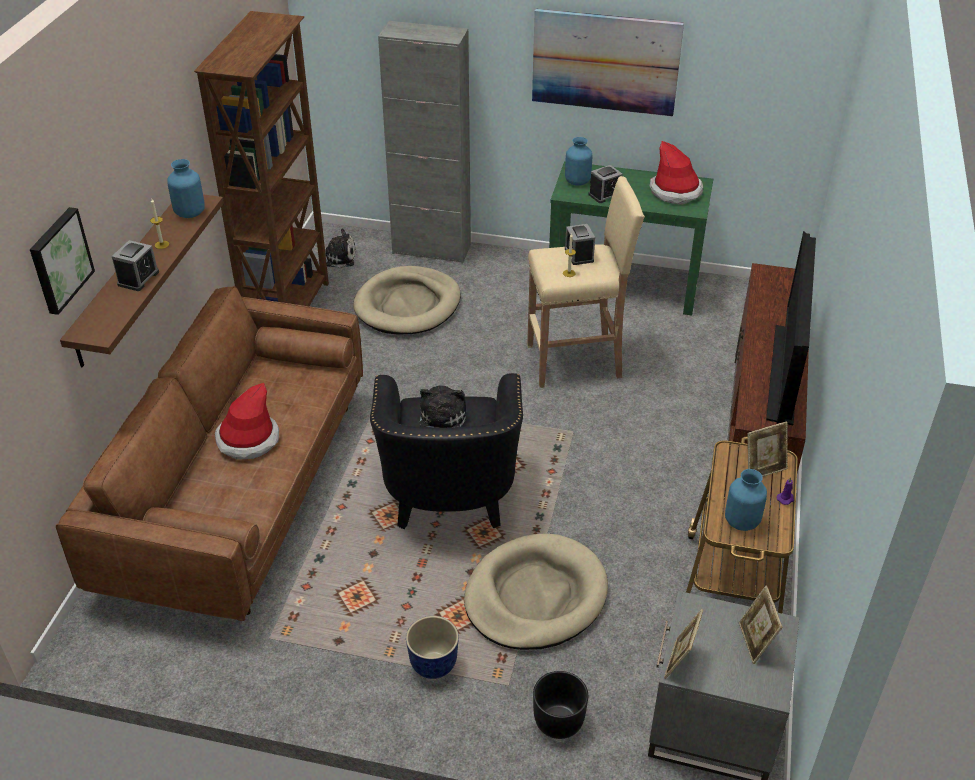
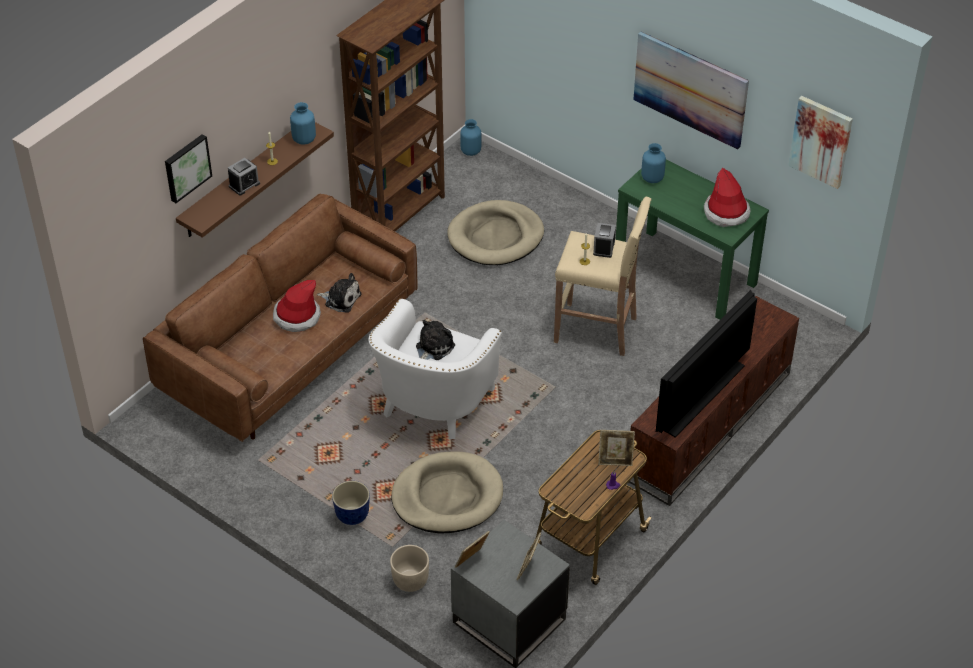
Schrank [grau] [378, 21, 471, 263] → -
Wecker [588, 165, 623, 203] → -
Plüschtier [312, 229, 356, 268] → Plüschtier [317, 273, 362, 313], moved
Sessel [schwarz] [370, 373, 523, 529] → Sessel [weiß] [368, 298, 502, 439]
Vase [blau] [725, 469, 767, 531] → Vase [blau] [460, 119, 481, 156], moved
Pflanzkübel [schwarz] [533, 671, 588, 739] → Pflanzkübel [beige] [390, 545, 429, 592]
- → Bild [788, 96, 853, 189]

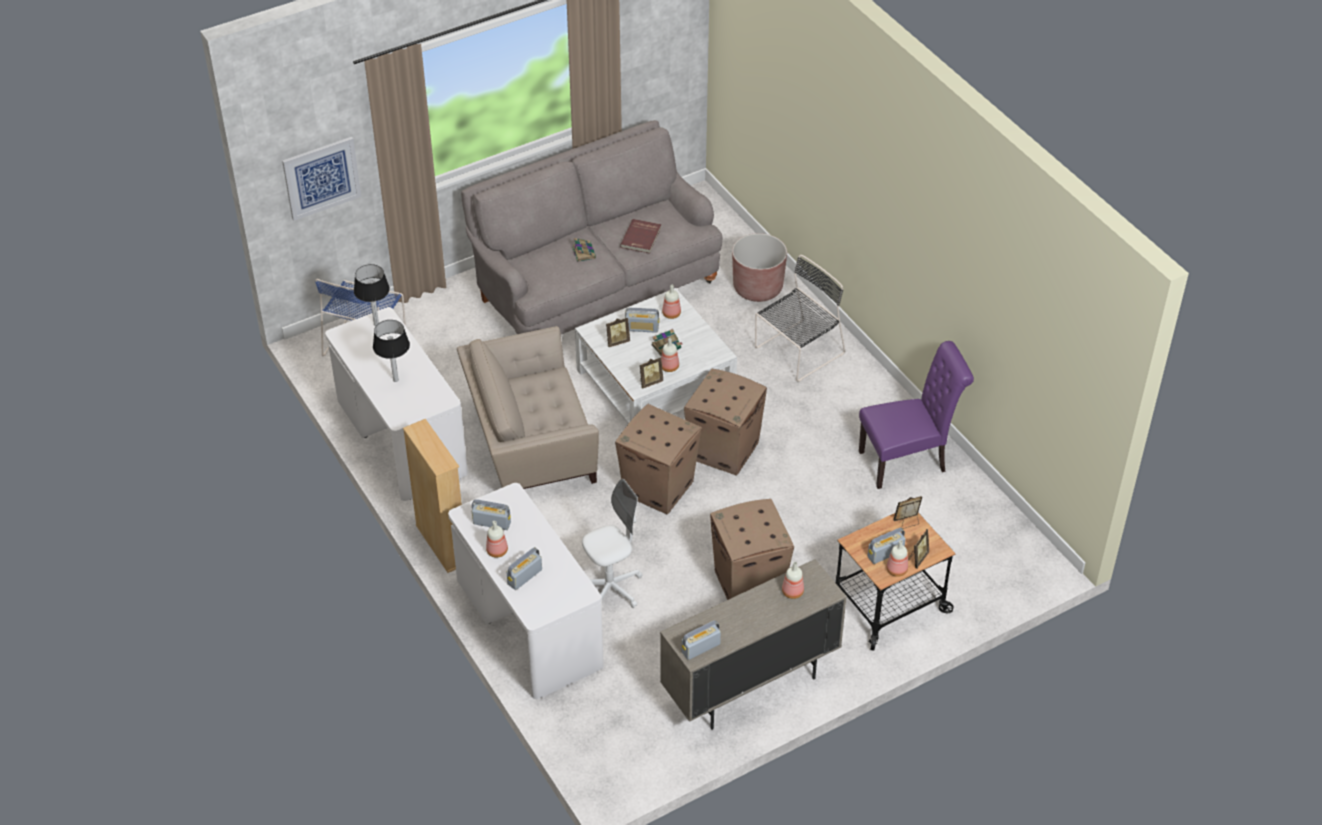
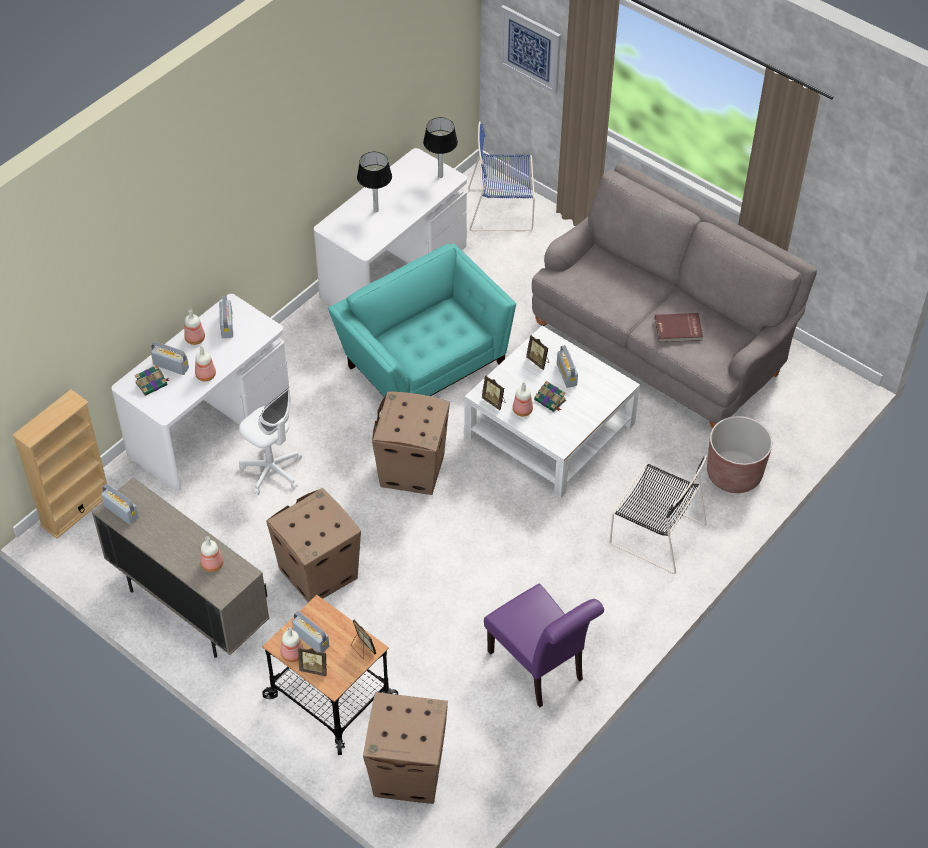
Buch [572, 238, 596, 262] → Buch [134, 365, 169, 396], moved
Flasche [662, 285, 681, 319] → Flasche [195, 346, 216, 381], moved
Sessel [beige] [457, 326, 599, 489] → Sessel [türkis] [328, 244, 516, 396]
Karton [684, 369, 767, 476] → Karton [363, 692, 448, 804], moved
Bücherregal [beige] [403, 419, 462, 573] → Bücherregal [beige] [12, 389, 107, 539], moved

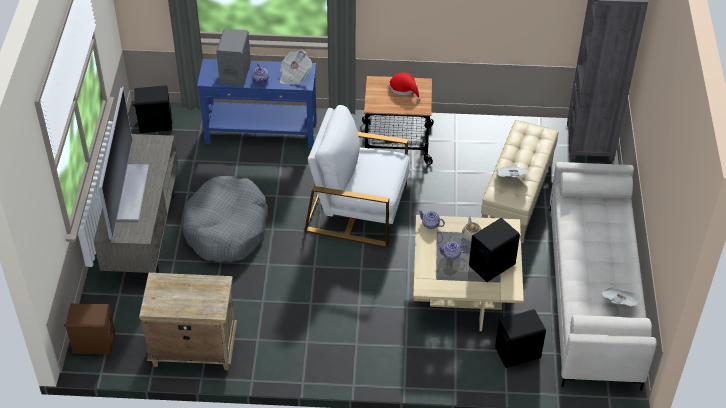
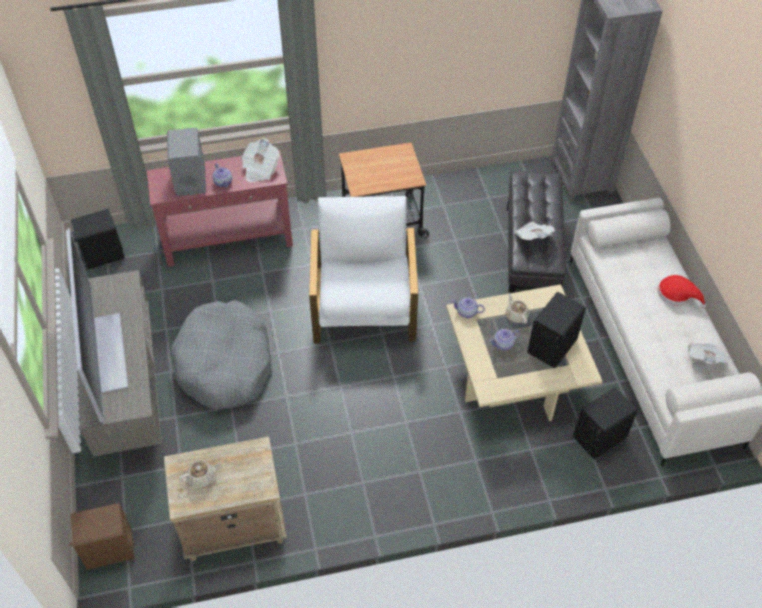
Konsolentisch [blau] [197, 59, 317, 148] → Konsolentisch [rot] [147, 150, 293, 267]
Hut [rot] [389, 73, 421, 101] → Hut [rot] [658, 275, 706, 309], moved
Sessel [weiß] [304, 105, 410, 248] → Sessel [weiß] [309, 196, 418, 343], 90 degrees clockwise
Polsterhocker [beige] [481, 120, 559, 244] → Polsterhocker [schwarz] [507, 171, 566, 293]
- → Teekanne [beige] [179, 460, 222, 488]

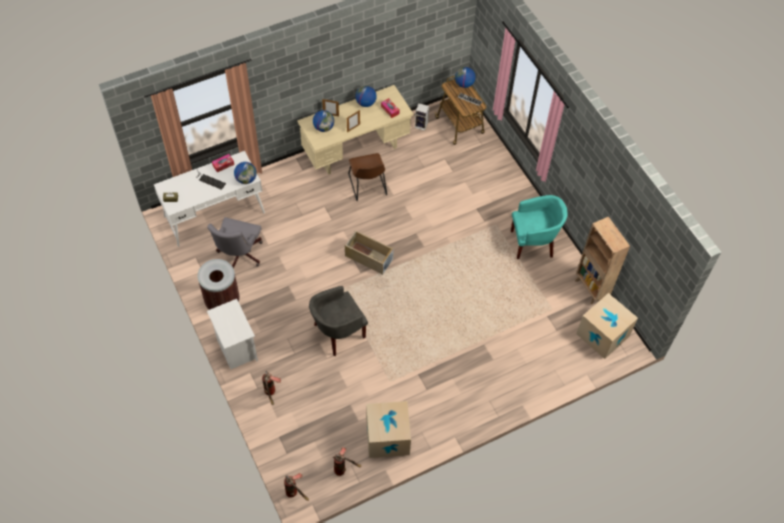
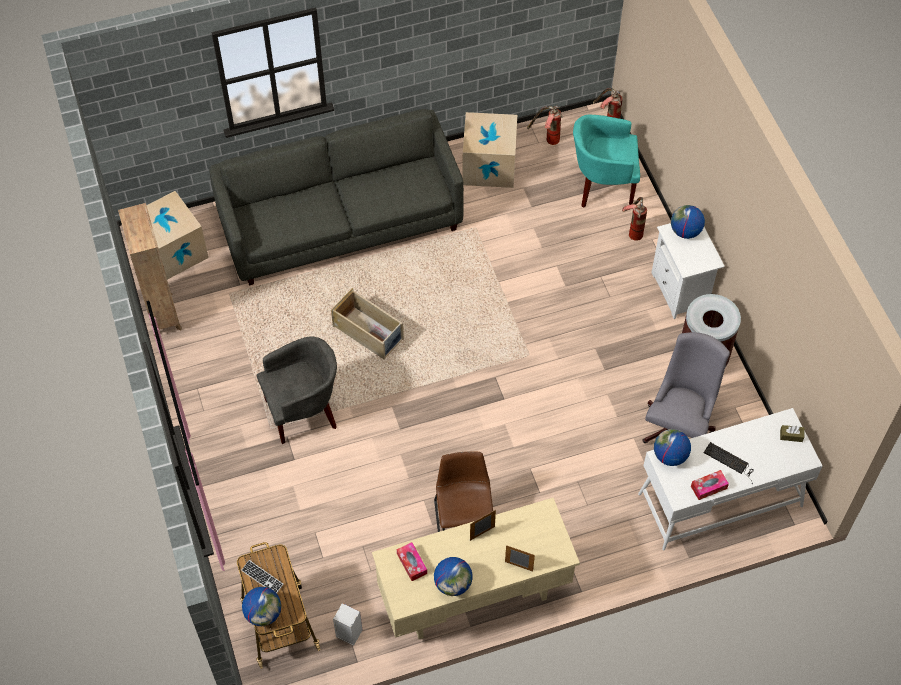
Globus [313, 110, 334, 132] → Globus [671, 205, 705, 239], moved
Sessel [türkis] [511, 195, 567, 259] → Sessel [türkis] [573, 115, 640, 208], moved
Aufbewahrungsbox [beige] [345, 230, 394, 275] → Aufbewahrungsbox [beige] [331, 288, 404, 360], moved
Sessel [grau] [309, 286, 368, 356] → Sessel [grau] [257, 336, 337, 444], moved
- → Sofa [grau] [209, 109, 464, 286]

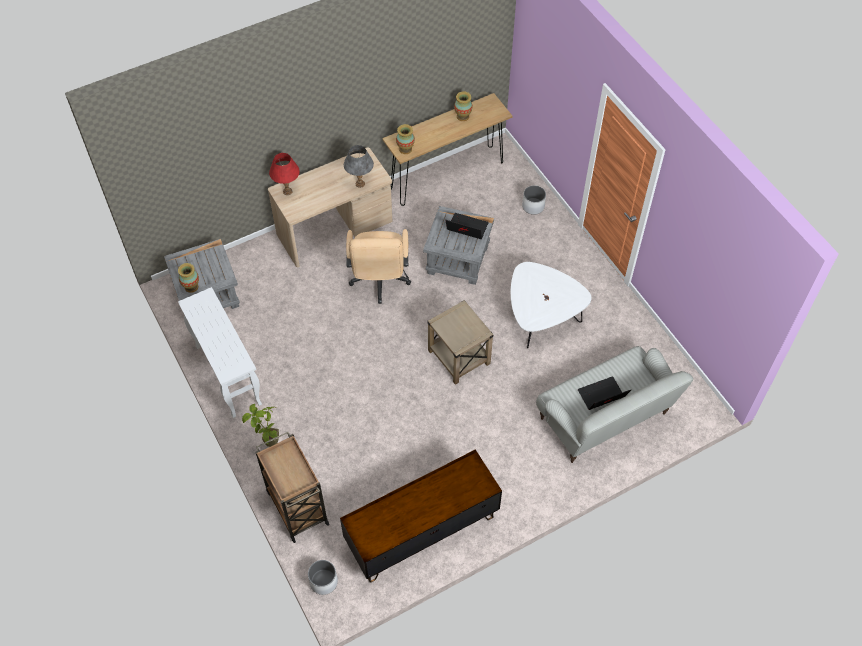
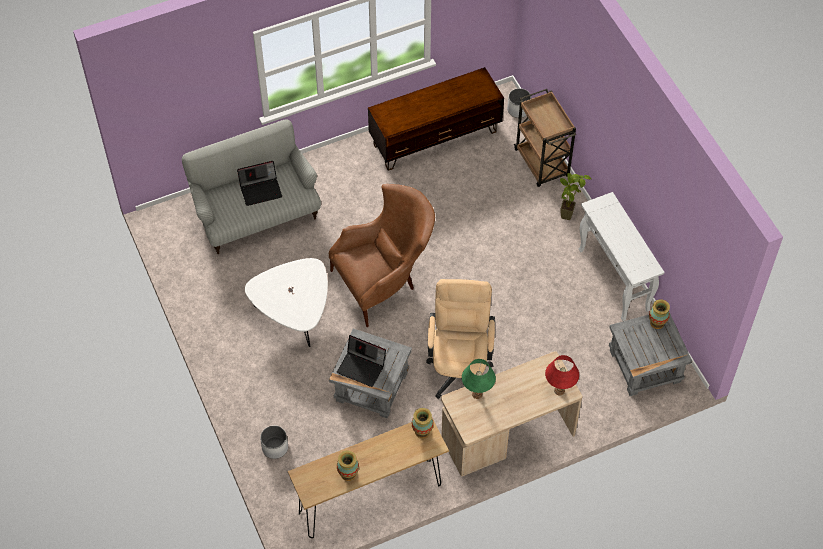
Tischlampe [grau] [344, 145, 374, 188] → Tischlampe [grün] [462, 359, 496, 399]
Beistelltisch [beige] [428, 300, 493, 385] → Sessel [braun] [329, 184, 435, 327]

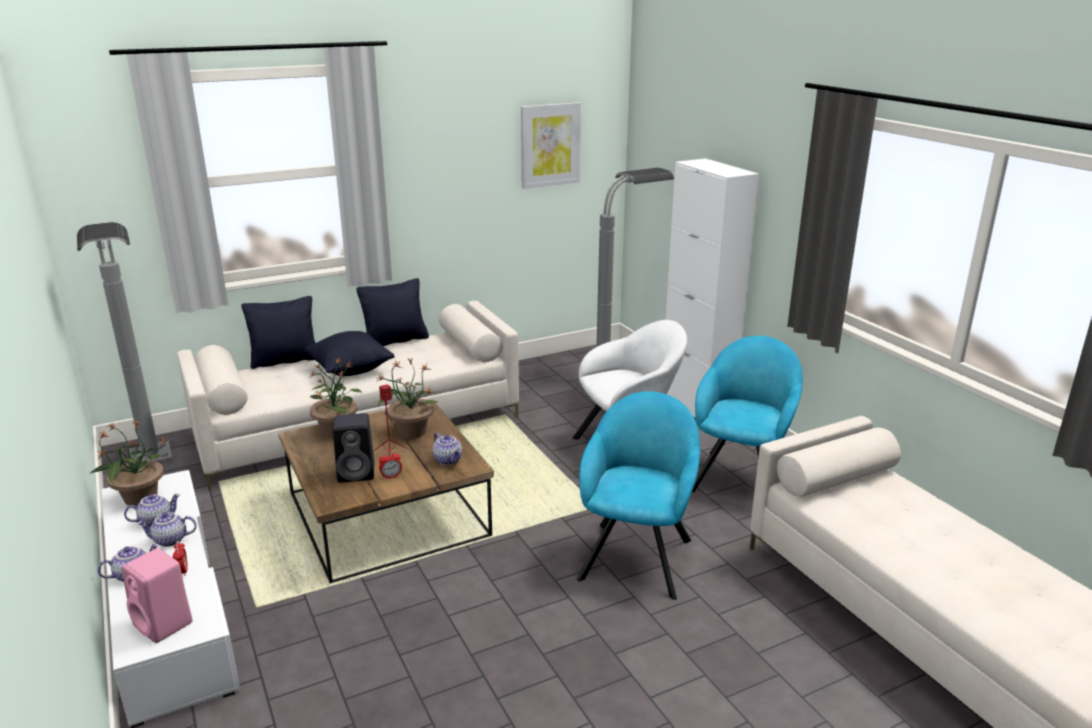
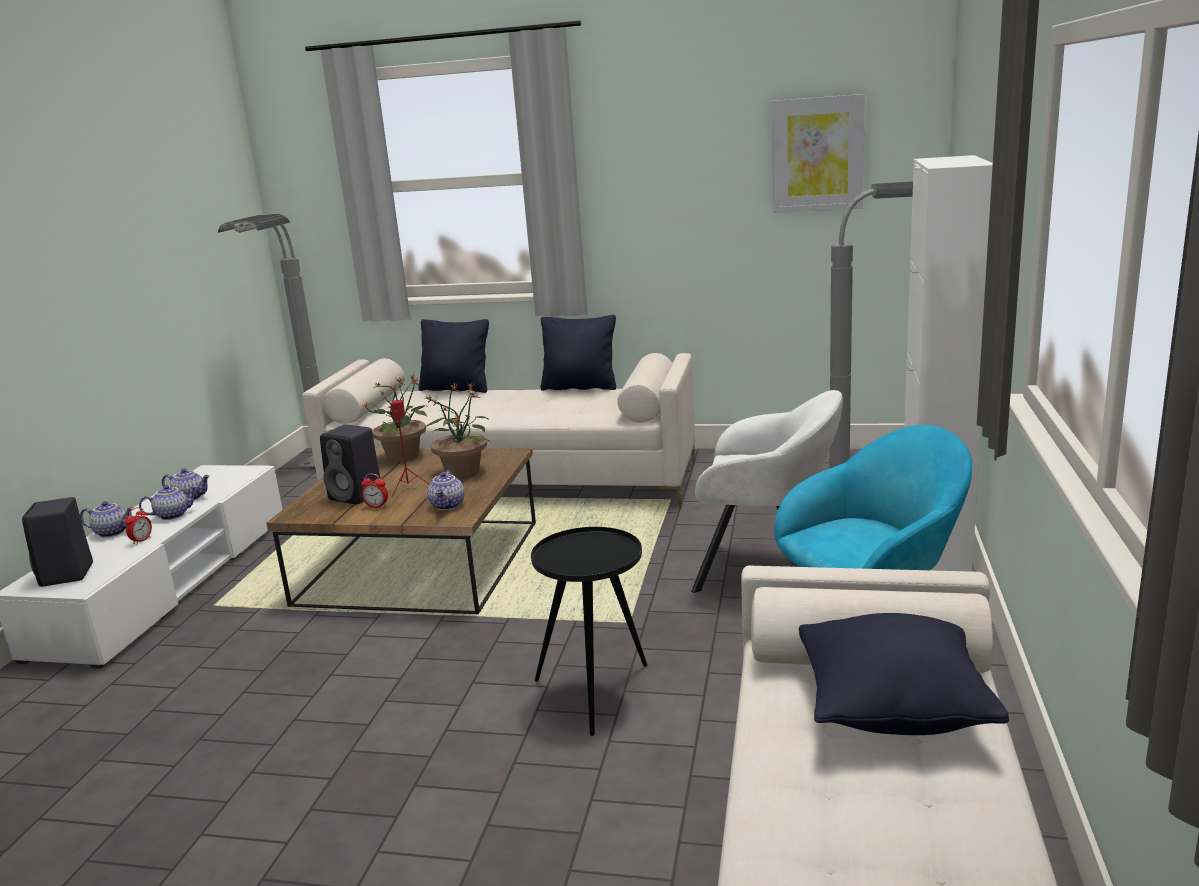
Kissen [schwarz] [305, 331, 395, 376] → Kissen [schwarz] [799, 613, 1009, 735], moved
Sessel [türkis] [577, 391, 700, 600] → Beistelltisch [schwarz] [531, 527, 647, 736]
Topfpflanze [90, 420, 167, 506] → -
Teekanne [137, 512, 197, 547] → Teekanne [139, 485, 197, 520], 120 degrees clockwise
Lautsprecher [rosa] [122, 548, 193, 643] → Lautsprecher [schwarz] [22, 497, 93, 587]

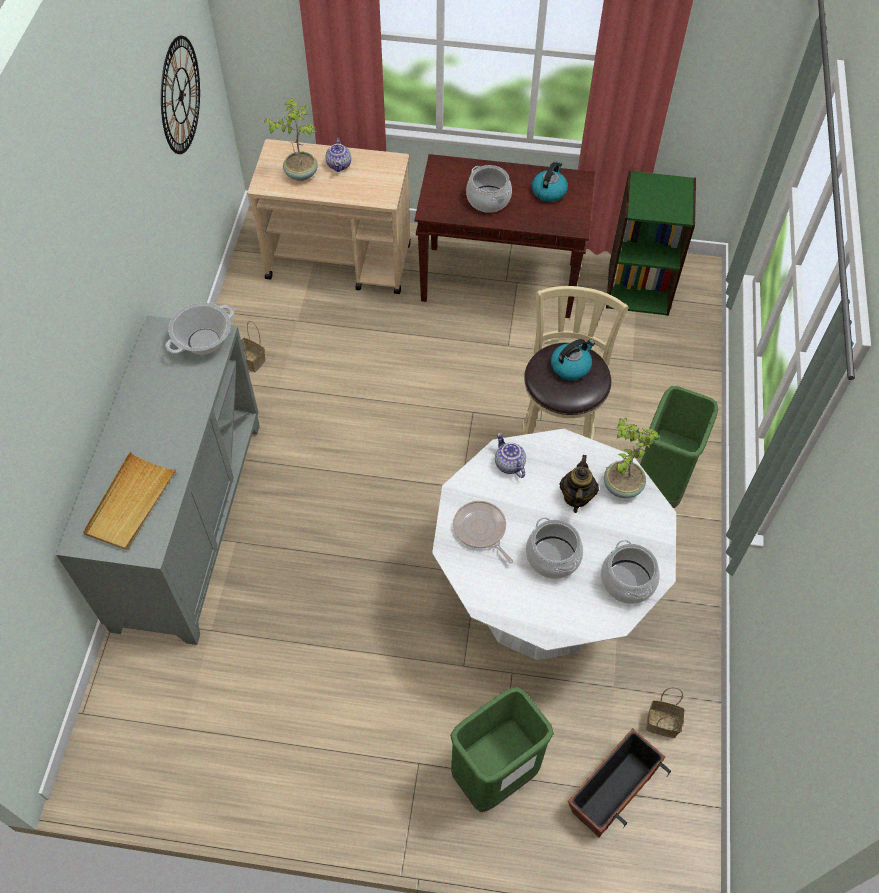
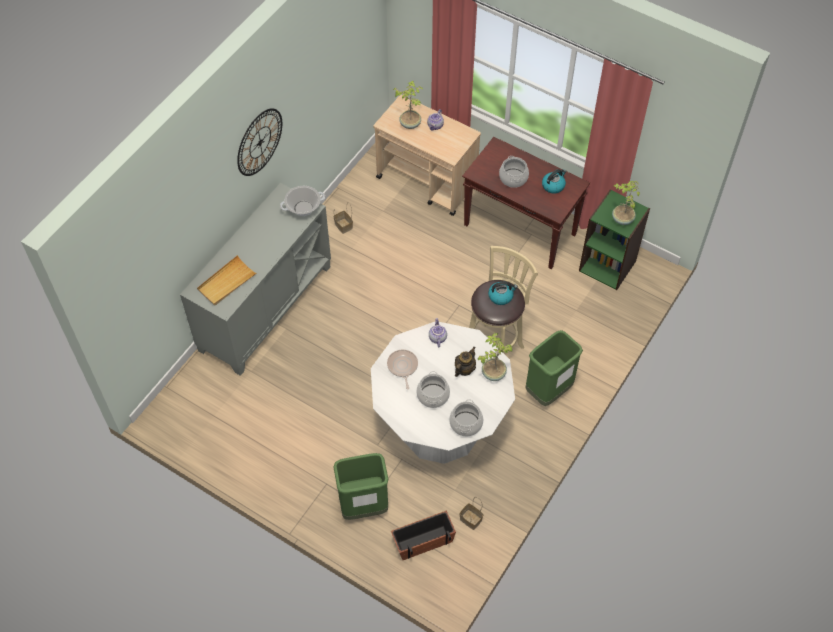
Wanduhr [161, 36, 200, 154] → Wanduhr [237, 108, 282, 176], moved
- → Topfpflanze [612, 181, 640, 225]

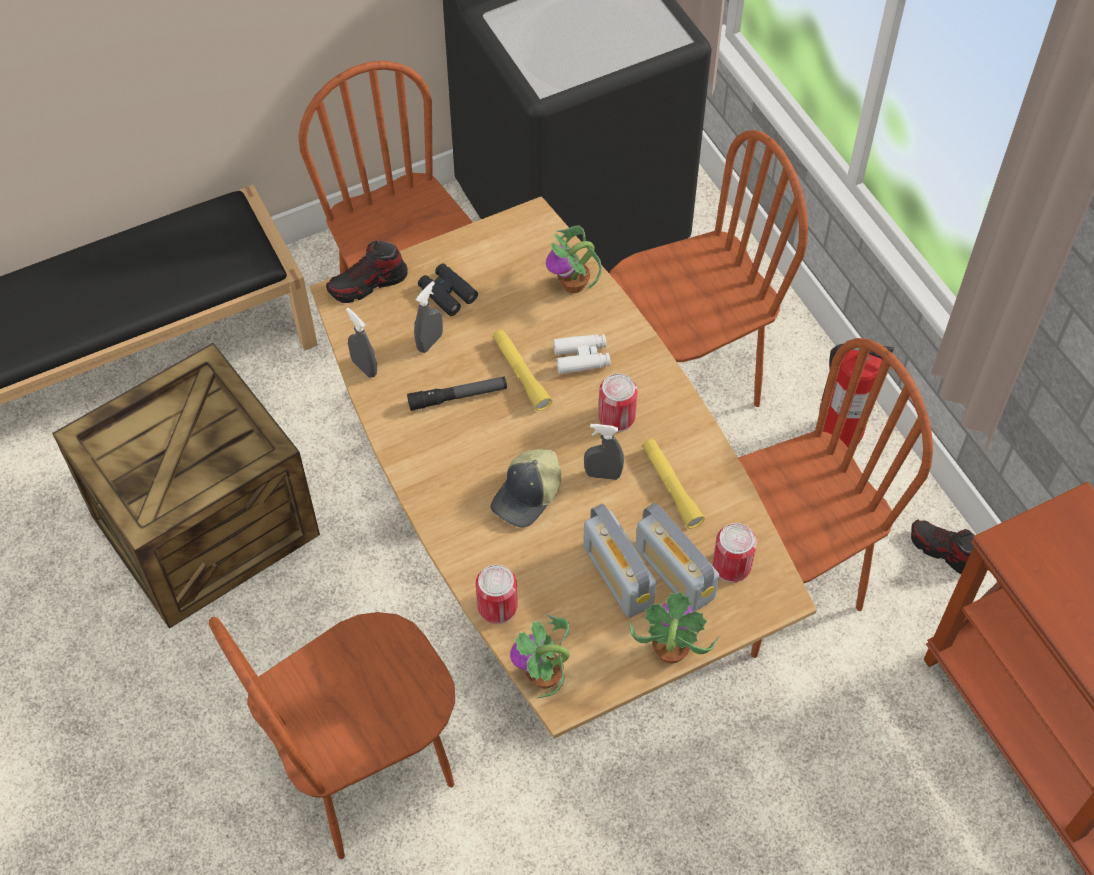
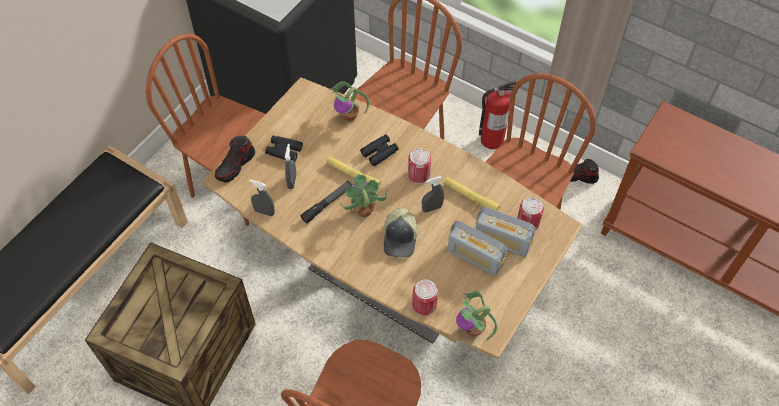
Fernglas [weiß] [553, 334, 610, 374] → Fernglas [schwarz] [360, 134, 399, 166]
Topfpflanze [629, 592, 719, 664] → Topfpflanze [338, 174, 388, 217], moved

